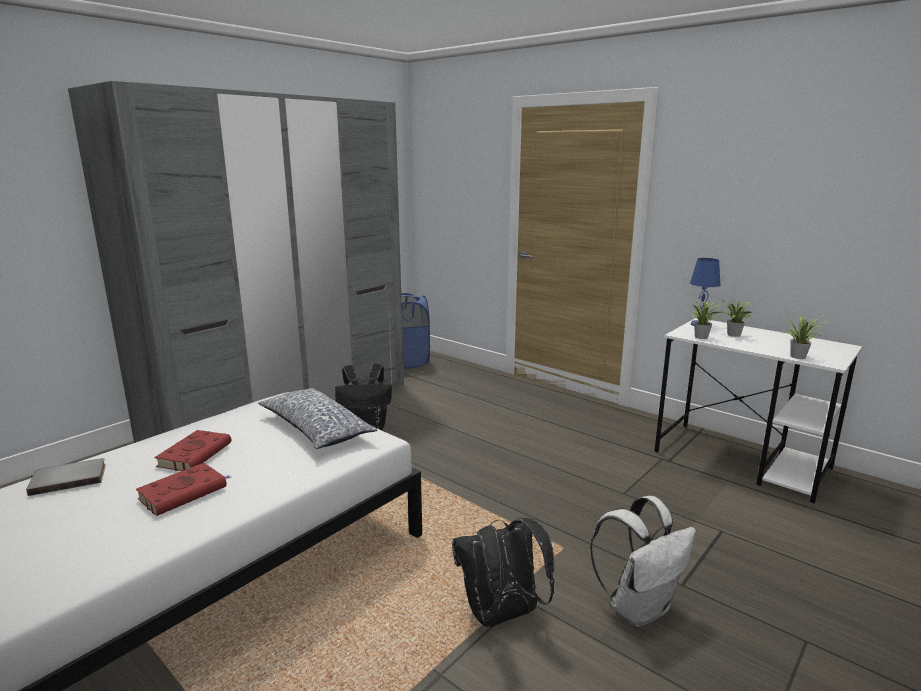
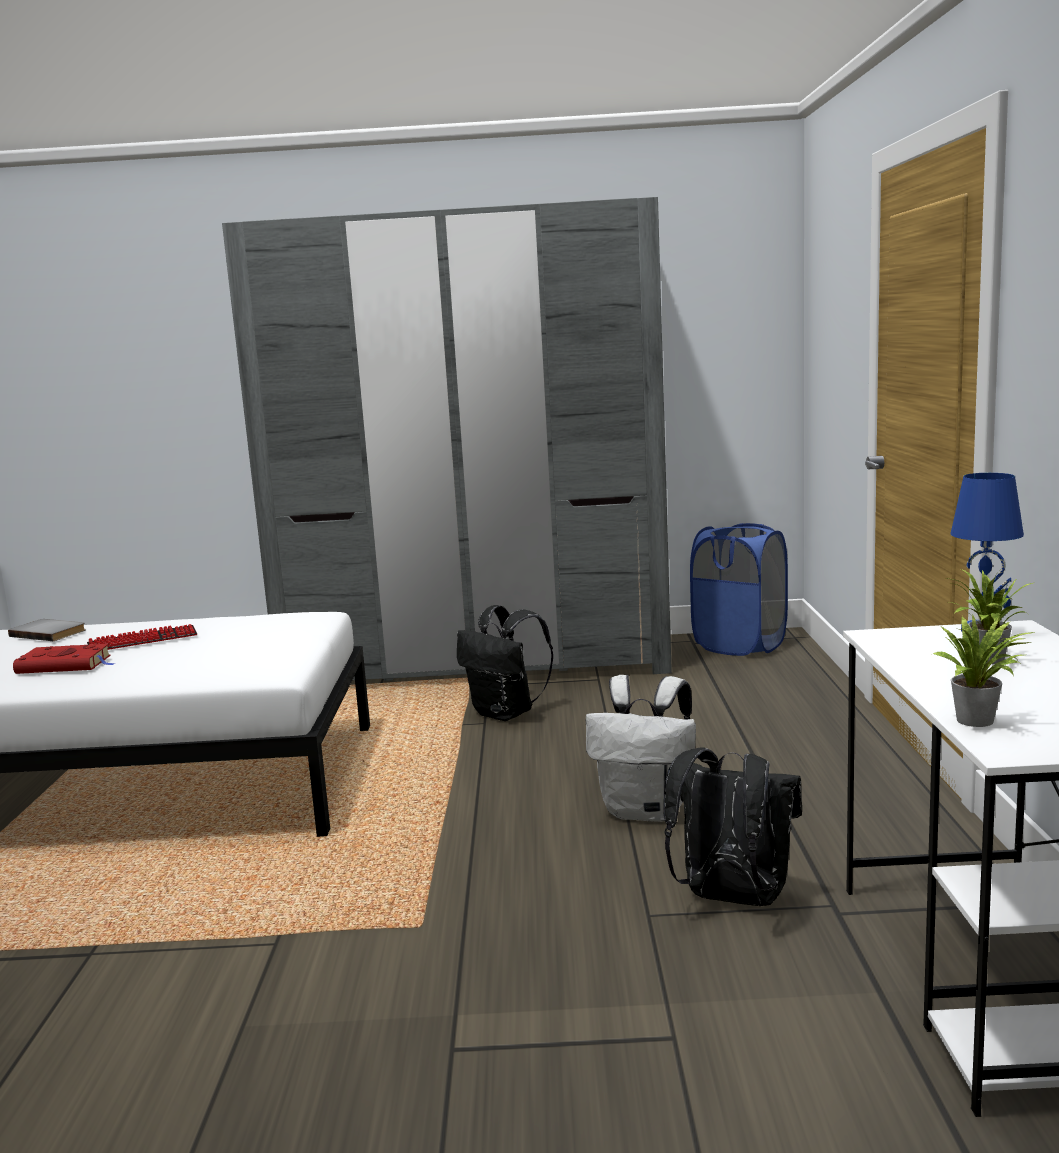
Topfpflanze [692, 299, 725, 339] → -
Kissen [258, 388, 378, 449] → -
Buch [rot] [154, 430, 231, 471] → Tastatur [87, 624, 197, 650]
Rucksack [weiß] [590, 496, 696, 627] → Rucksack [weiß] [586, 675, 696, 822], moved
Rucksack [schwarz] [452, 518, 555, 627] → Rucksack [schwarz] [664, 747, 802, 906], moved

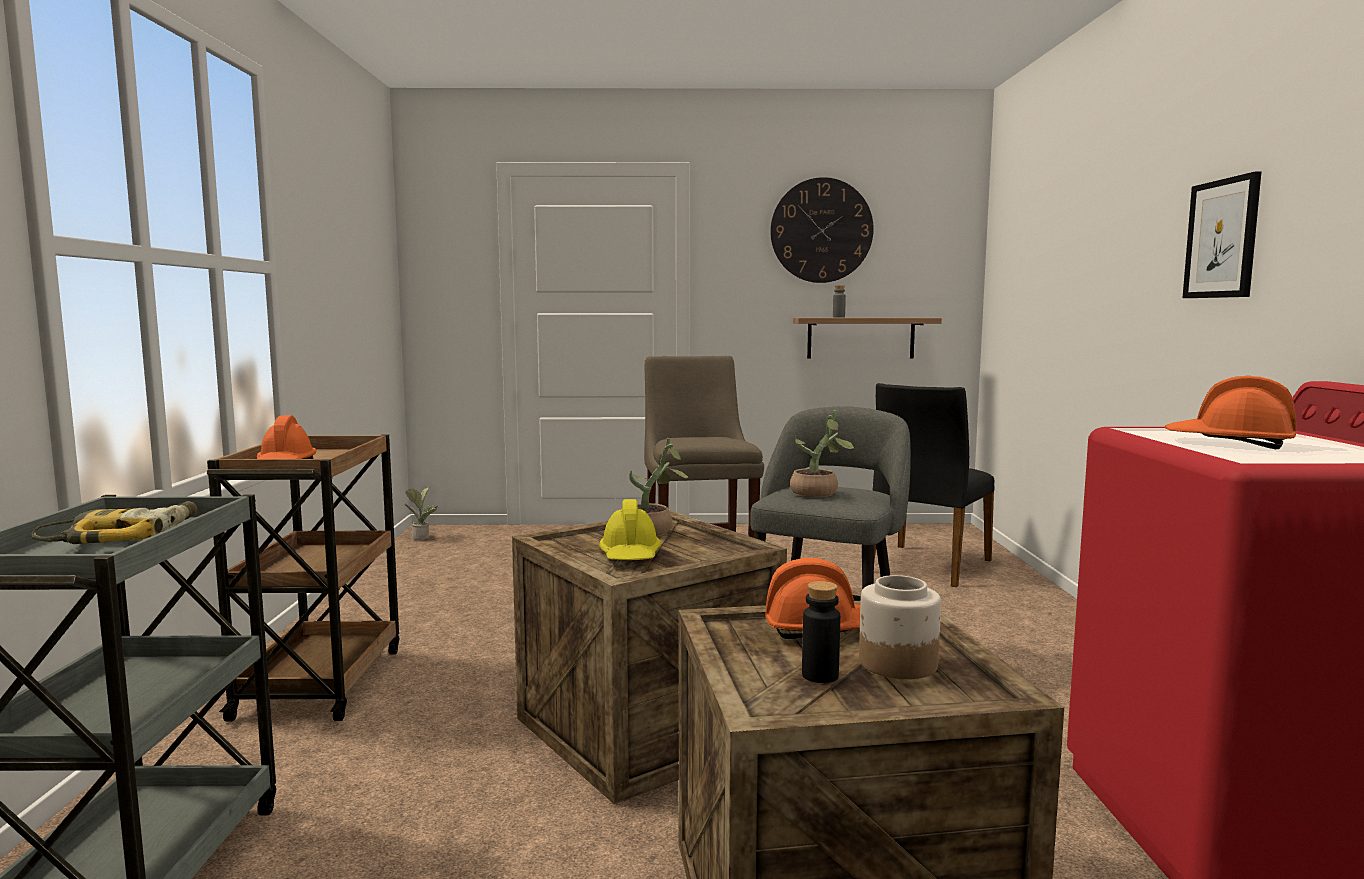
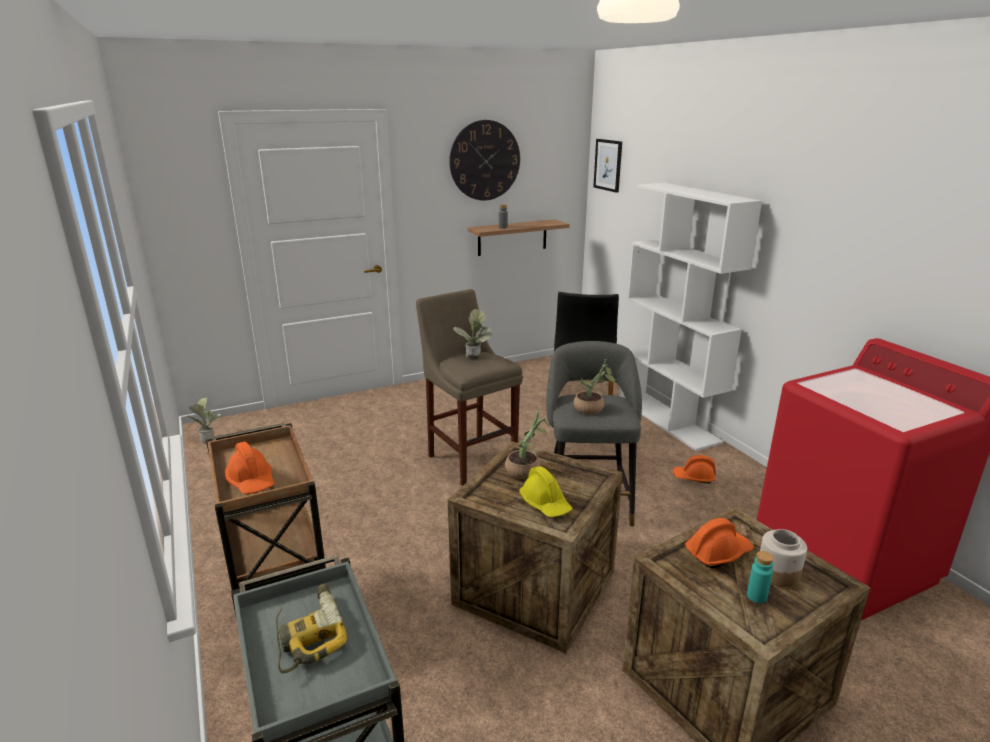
Bild [1182, 171, 1262, 298] → Bild [593, 139, 622, 193], moved
Schutzhelm [orange] [1165, 376, 1296, 449] → Schutzhelm [orange] [673, 455, 716, 484], moved
Flasche [schwarz] [802, 581, 840, 683] → Flasche [türkis] [747, 551, 774, 603]
- → Bücherregal [weiß] [619, 183, 762, 451]
- → Topfpflanze [453, 309, 492, 357]

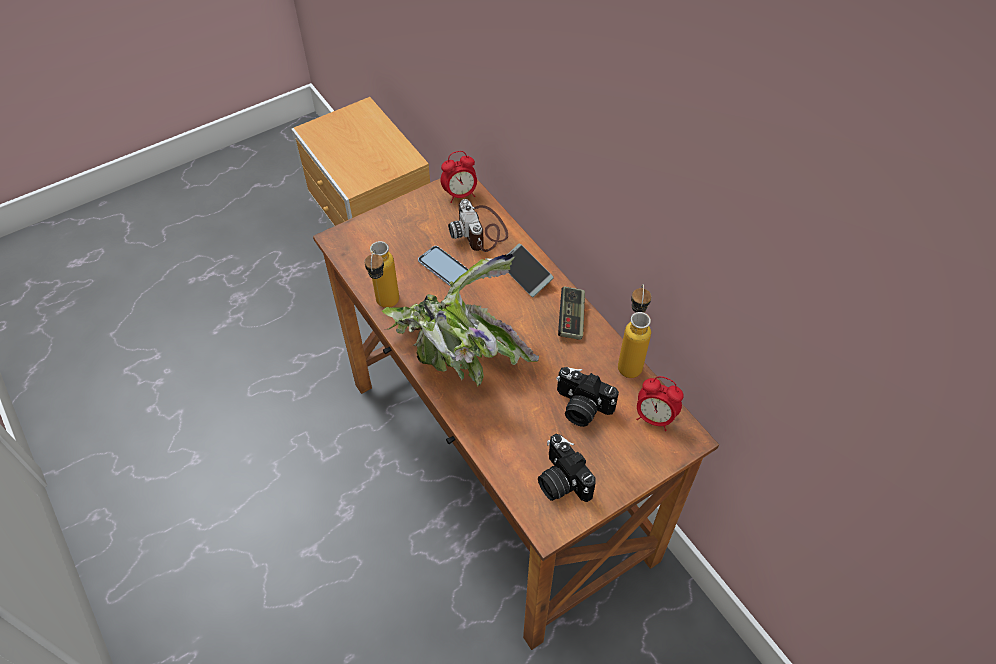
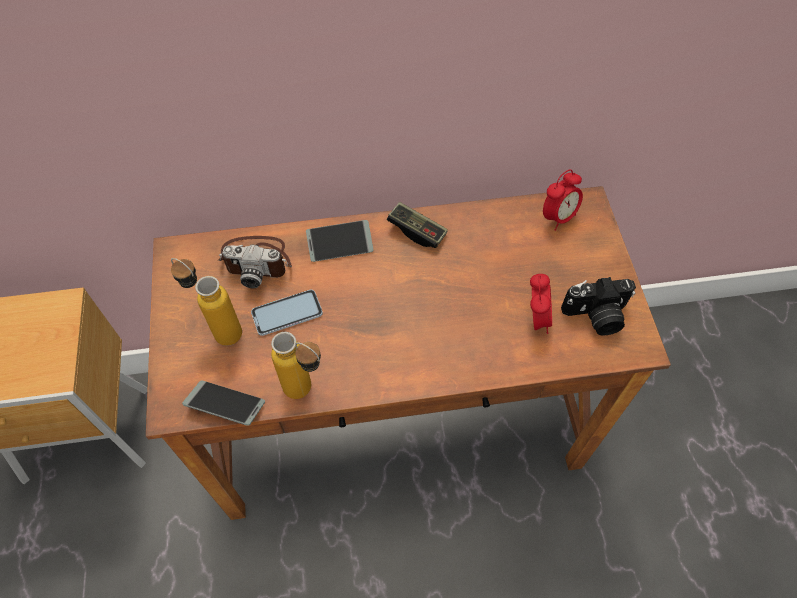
Wecker [441, 151, 477, 203] → Wecker [530, 274, 552, 334], moved
Topfpflanze [381, 254, 539, 387] → -
Flasche [618, 284, 651, 378] → Flasche [171, 258, 242, 346], moved
Kamera [556, 367, 619, 427] → -
- → Handy [182, 381, 265, 426]

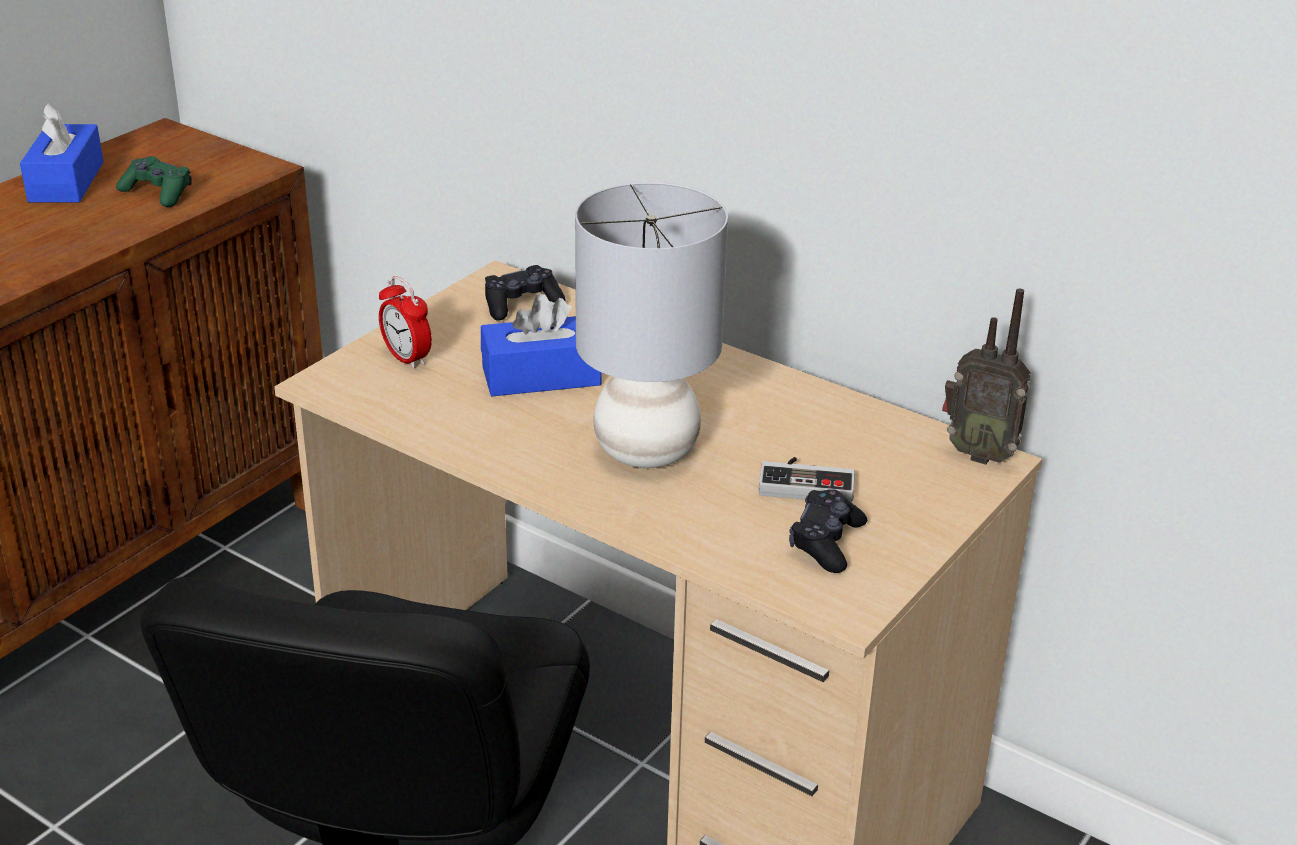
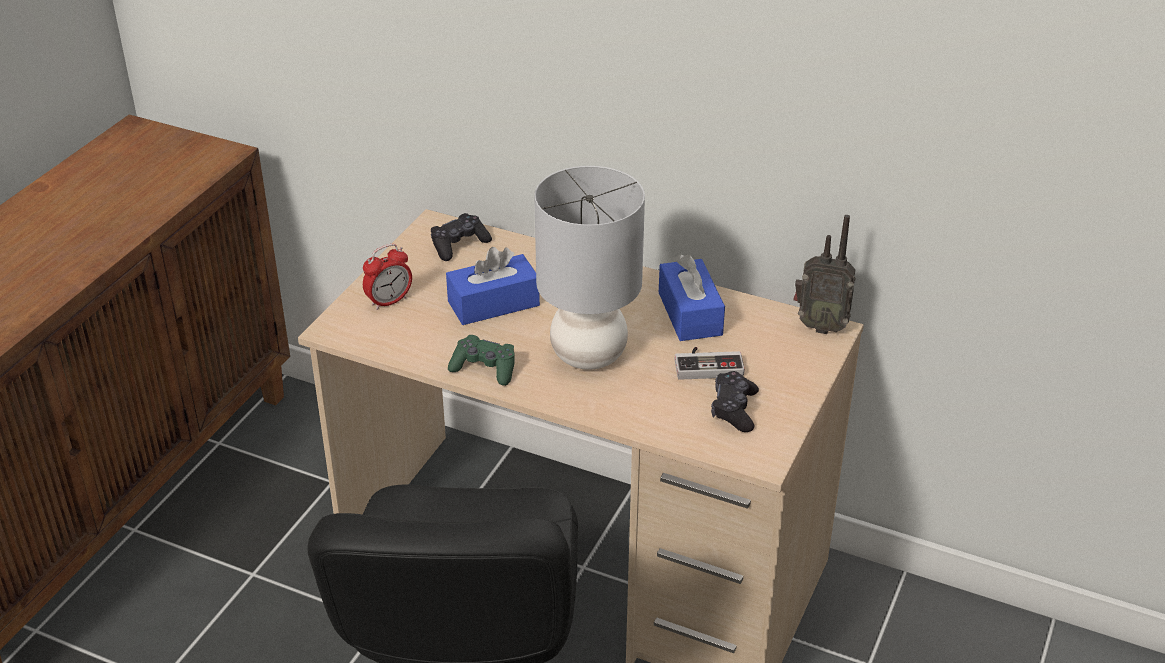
Taschentuchbox [blau] [20, 103, 103, 203] → Taschentuchbox [blau] [659, 254, 725, 341], moved
Gamepad [grün] [116, 156, 191, 207] → Gamepad [grün] [448, 335, 515, 386], moved
Wecker [379, 276, 432, 369] → Wecker [363, 244, 412, 310], 75 degrees counterclockwise

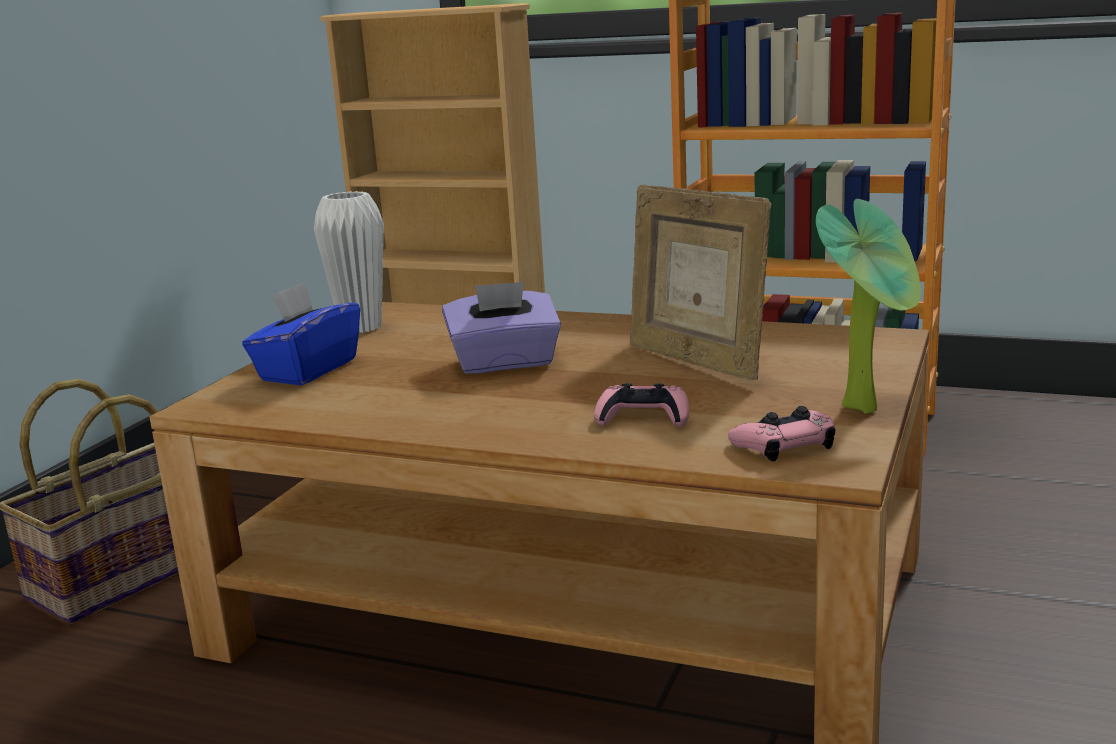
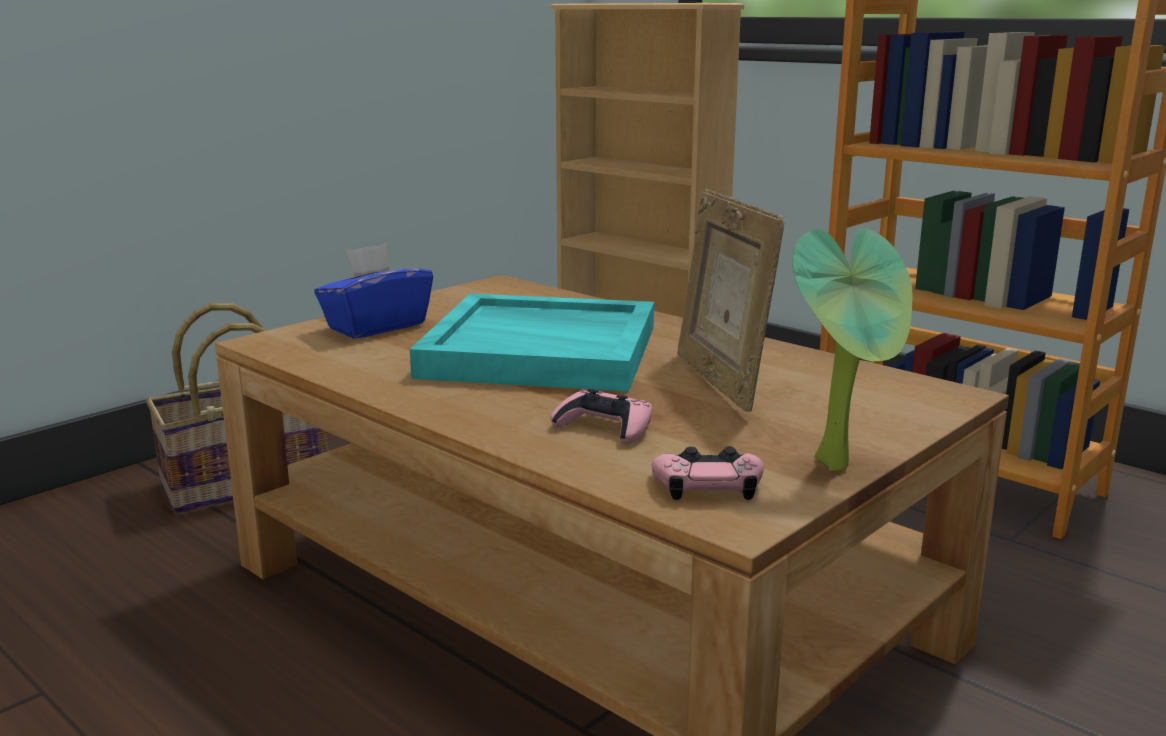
Vase [weiß] [314, 191, 384, 333] → -
Taschentuchbox [lila] [442, 281, 561, 374] → Tablett [türkis] [410, 294, 654, 392]

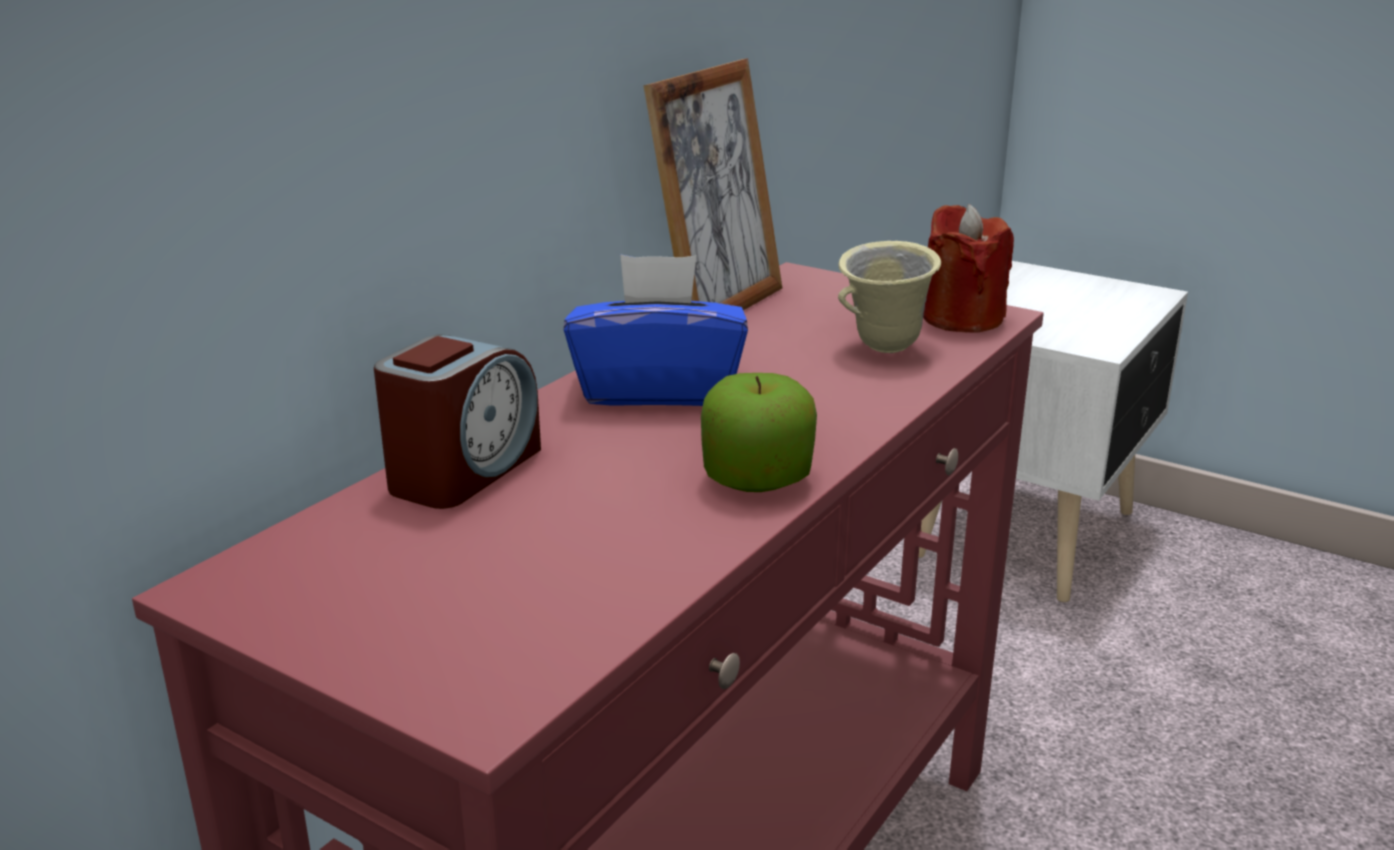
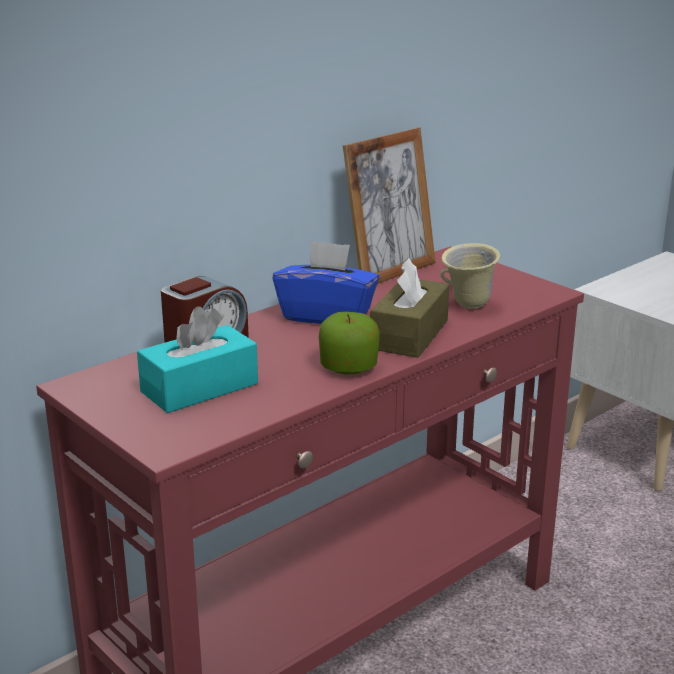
Kerze [rot] [923, 204, 1014, 333] → -
- → Taschentuchbox [braun] [370, 257, 449, 358]
- → Taschentuchbox [türkis] [137, 306, 258, 413]

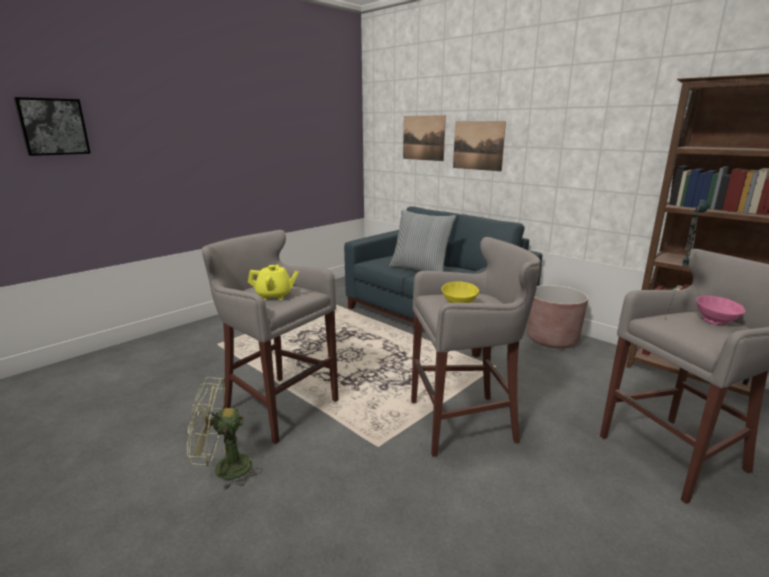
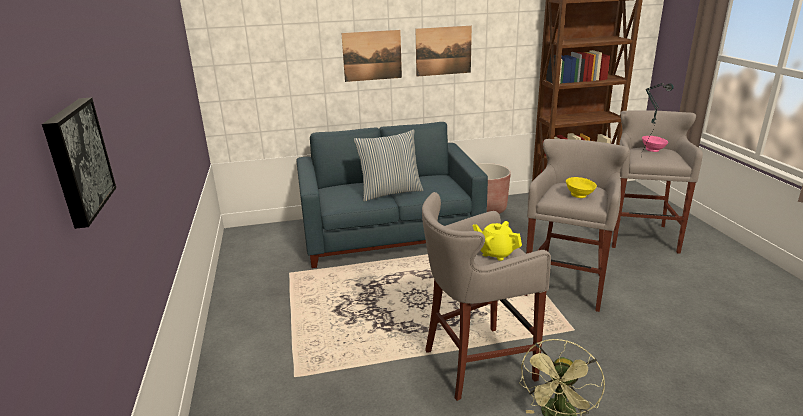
Bild [403, 115, 446, 161] → Bild [416, 26, 472, 76], moved
Teekanne [gelb] [248, 265, 299, 300] → Teekanne [gelb] [473, 221, 522, 261], 90 degrees counterclockwise

